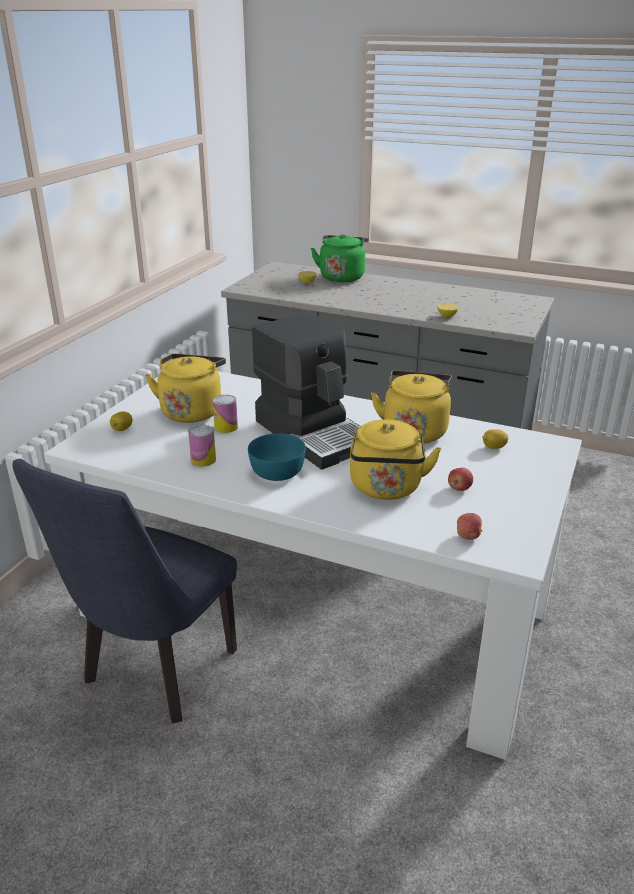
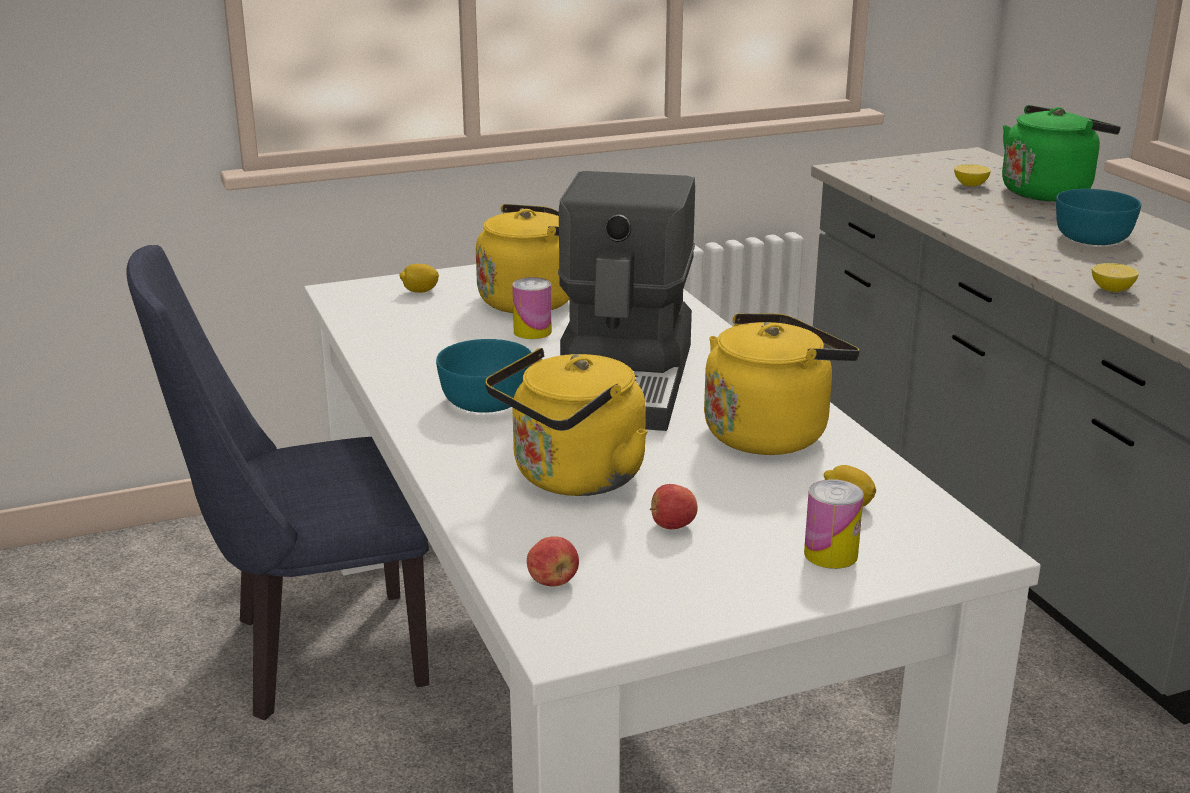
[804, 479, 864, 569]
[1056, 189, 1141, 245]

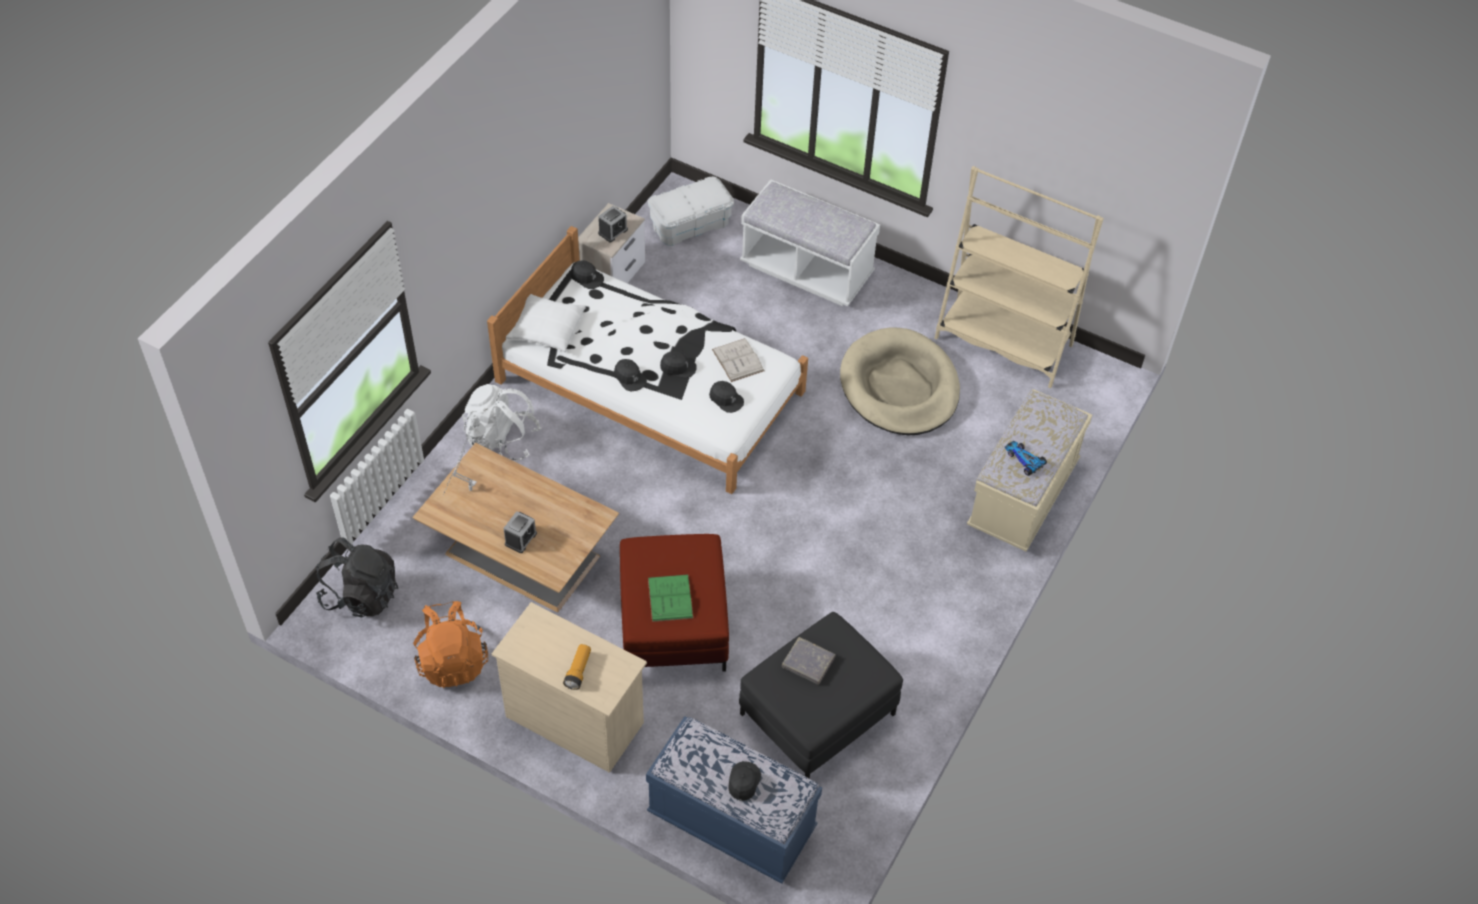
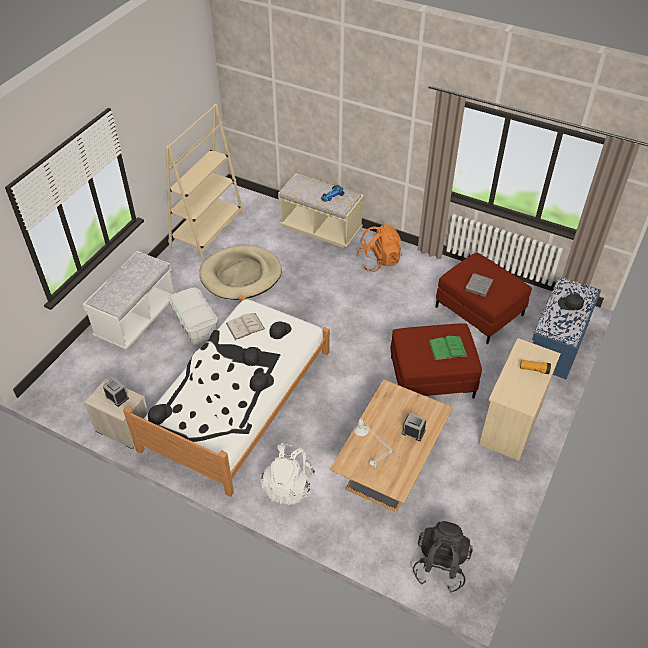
[169, 287, 218, 345]
[357, 224, 402, 272]
[435, 253, 532, 344]
[506, 294, 586, 352] (first image)

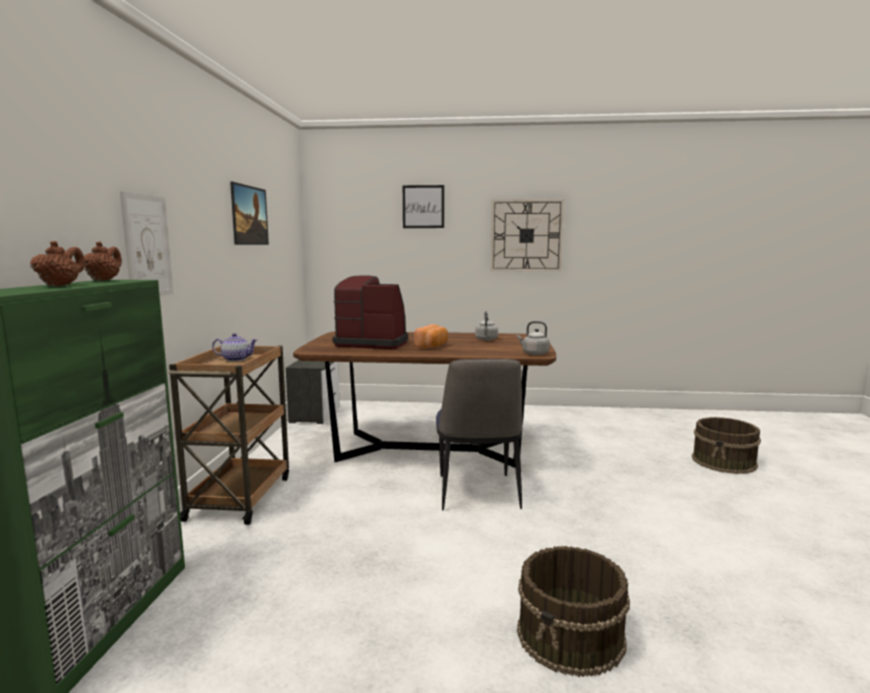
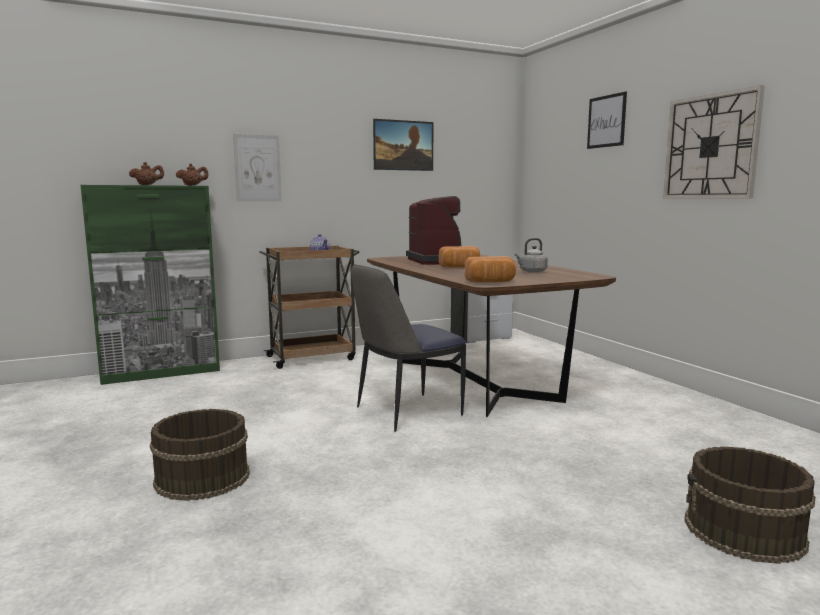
[465, 256, 516, 283]

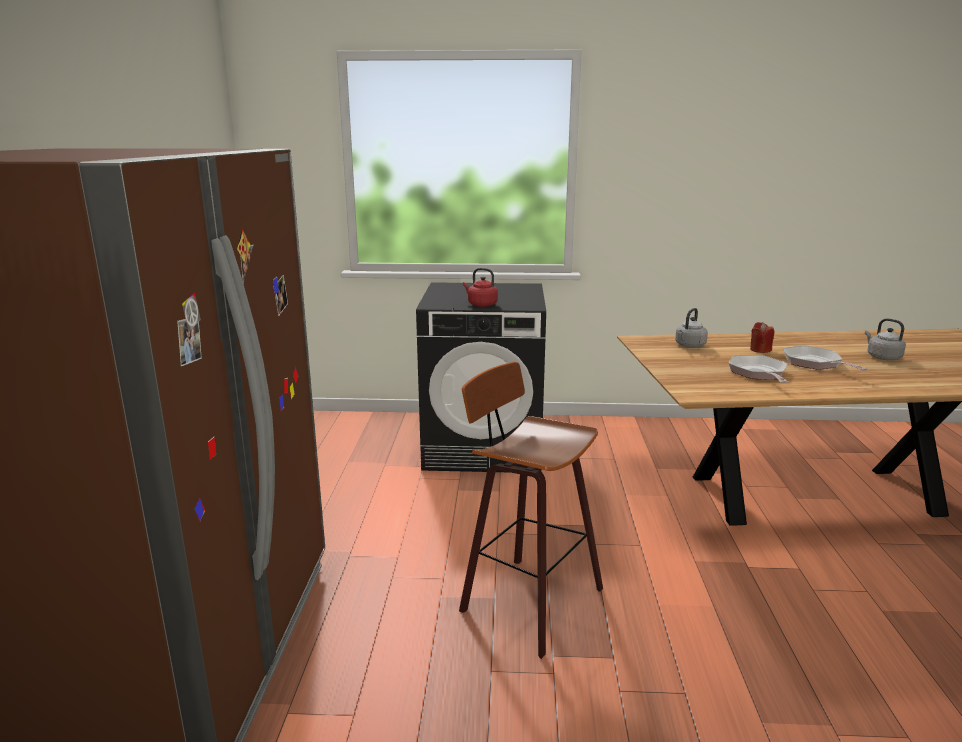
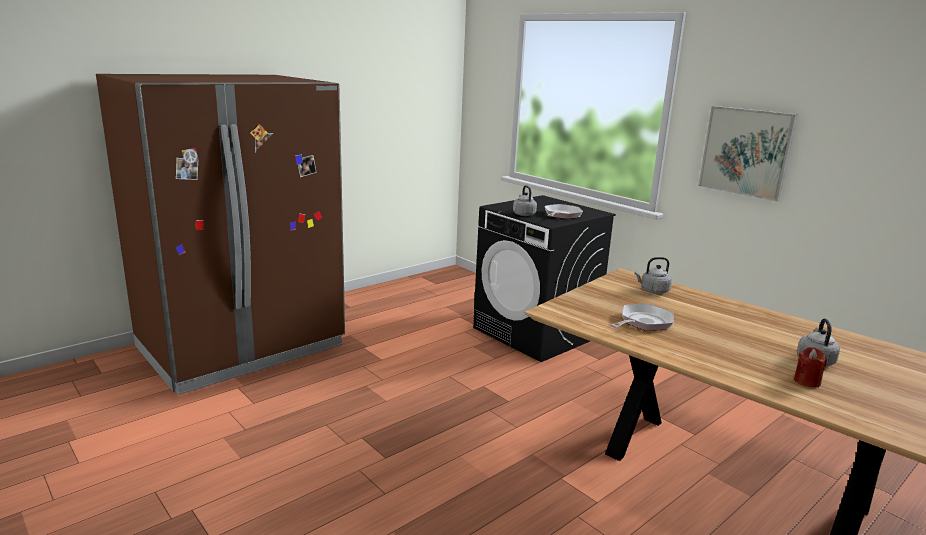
[513, 185, 537, 216]
[545, 204, 583, 219]
[698, 106, 798, 201]
[794, 347, 827, 388]
[459, 362, 603, 659] (first image)

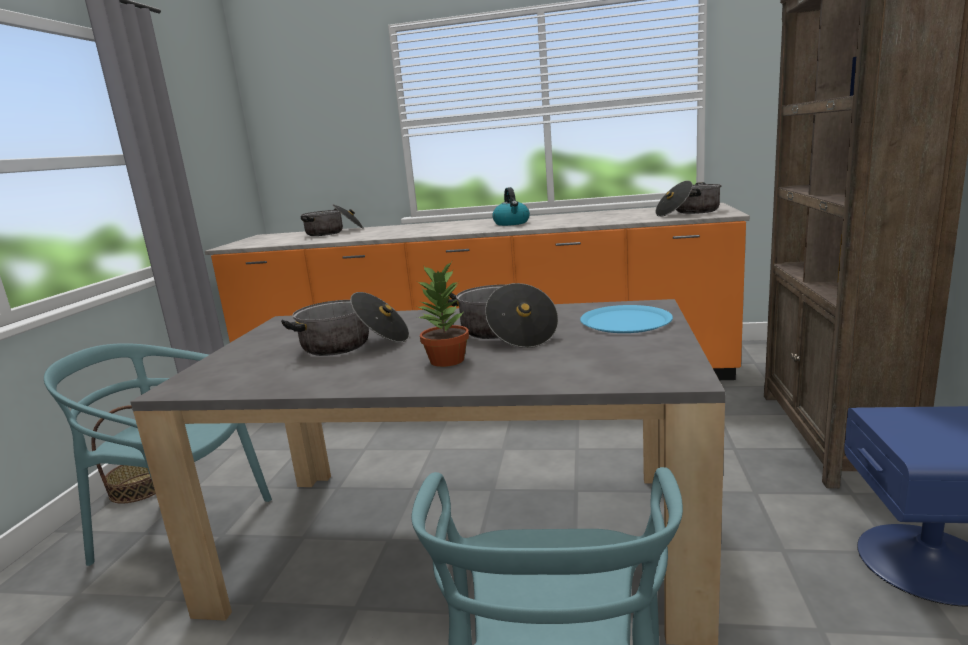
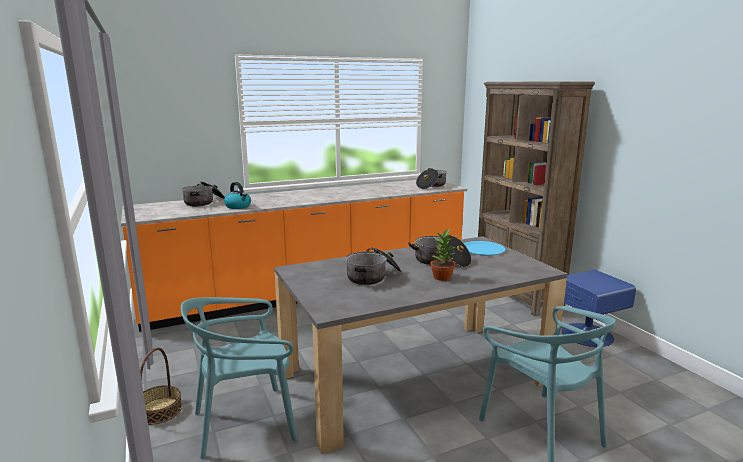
[224, 182, 251, 209]

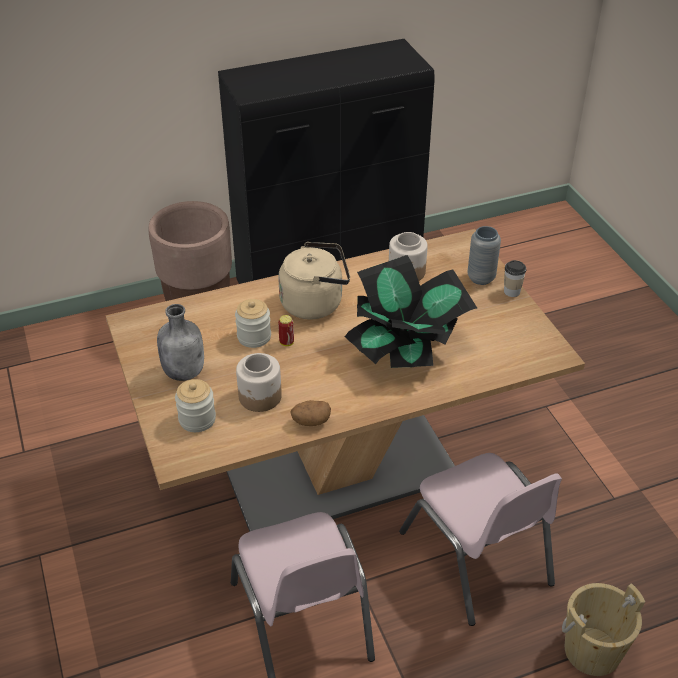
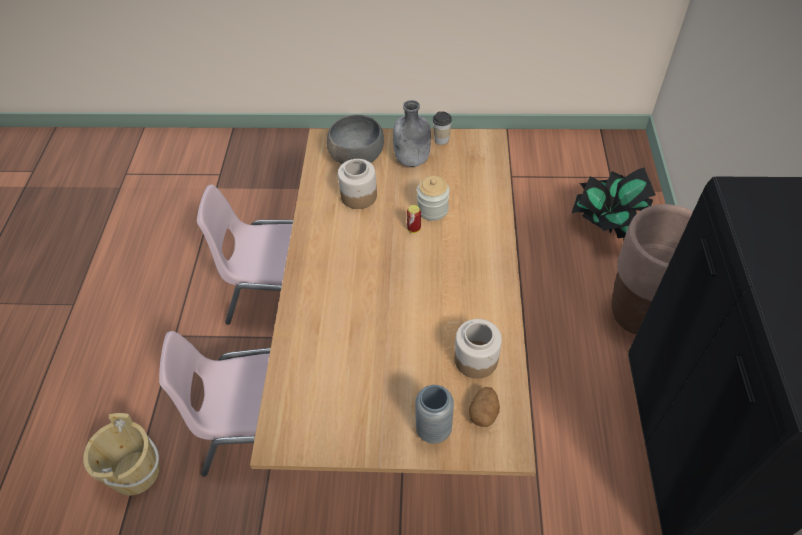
[326, 114, 384, 164]
[433, 111, 452, 145]
[469, 387, 500, 427]
[572, 168, 656, 238]
[278, 242, 350, 319] (first image)

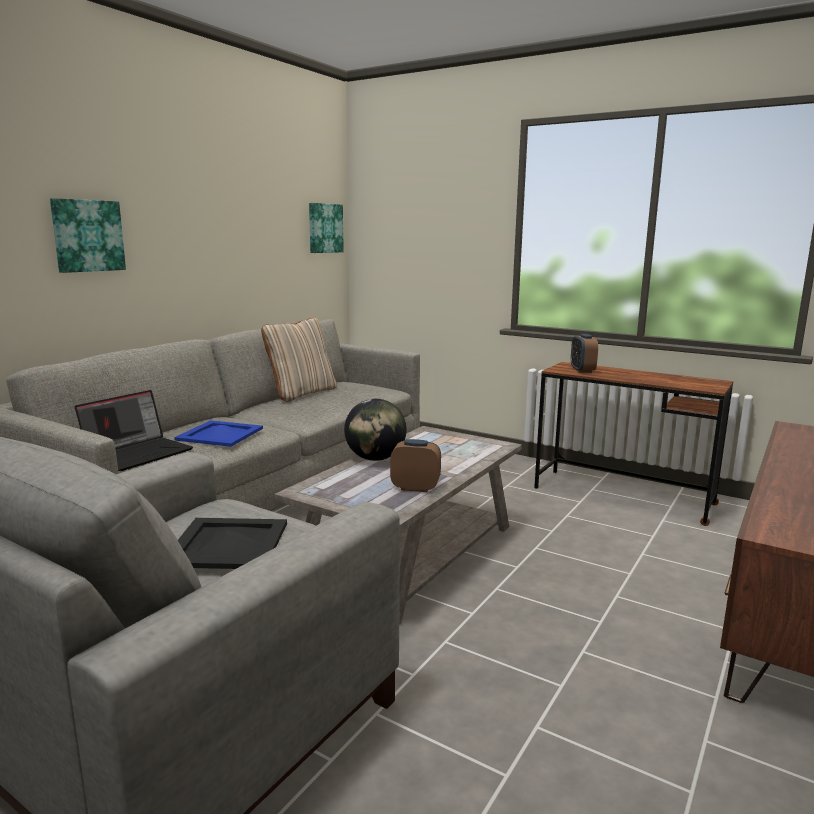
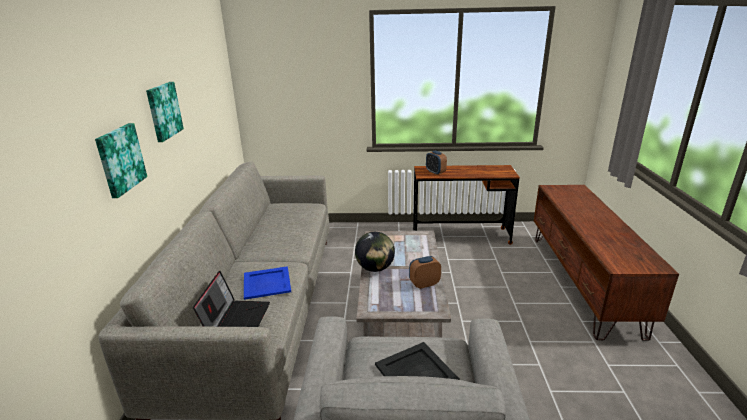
[146, 82, 184, 142]
[261, 318, 337, 402] (first image)

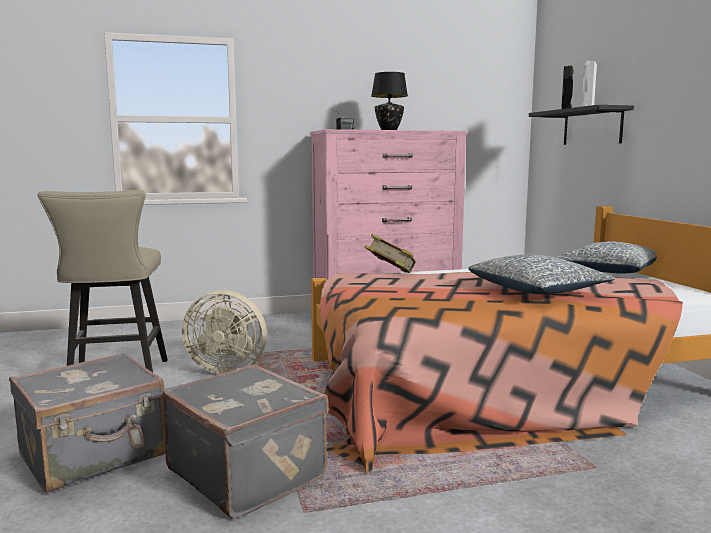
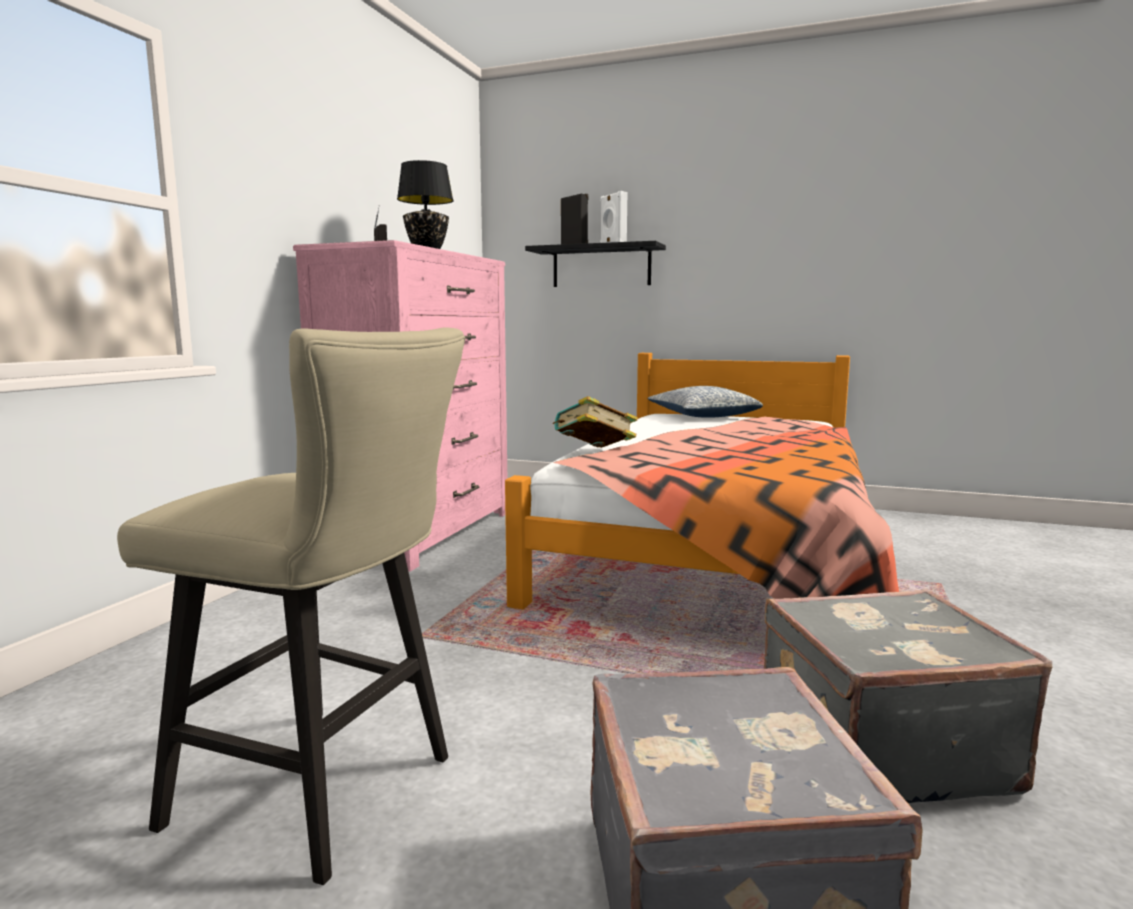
[182, 290, 267, 374] (first image)
[468, 254, 615, 294] (first image)

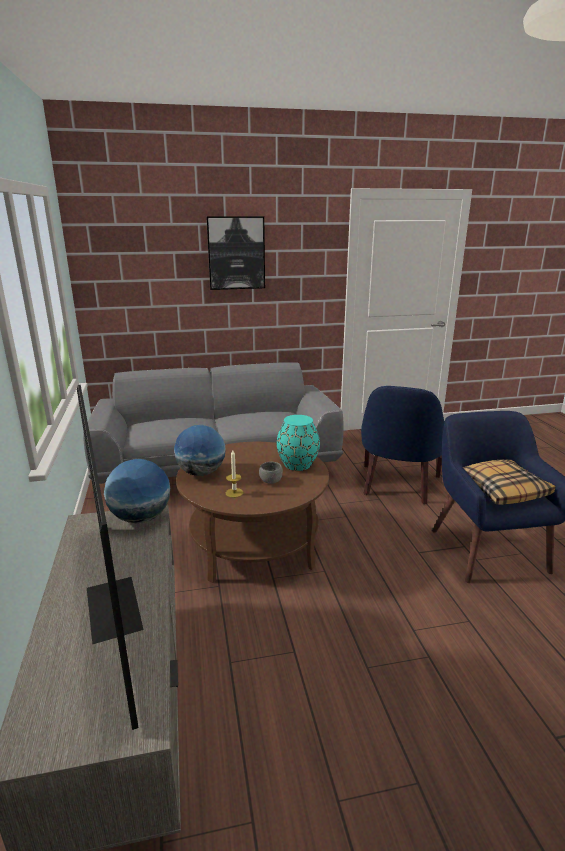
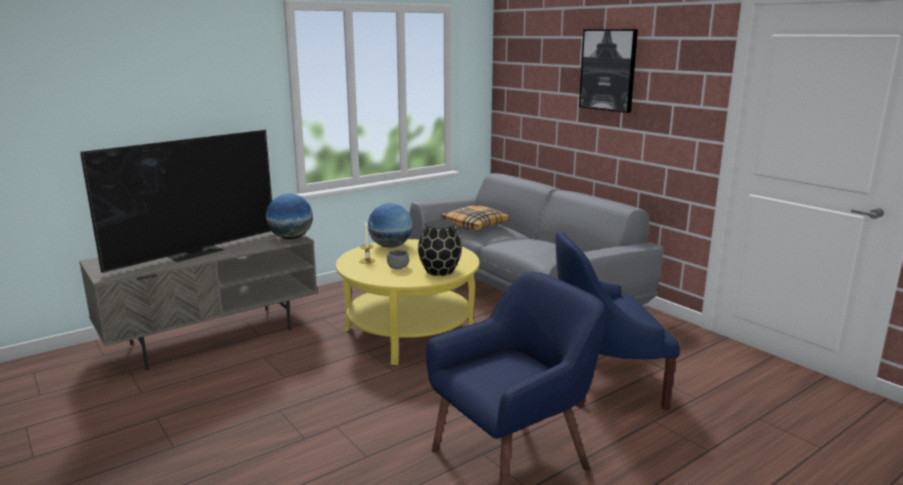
[336, 239, 479, 365]
[418, 220, 462, 276]
[441, 206, 510, 230]

